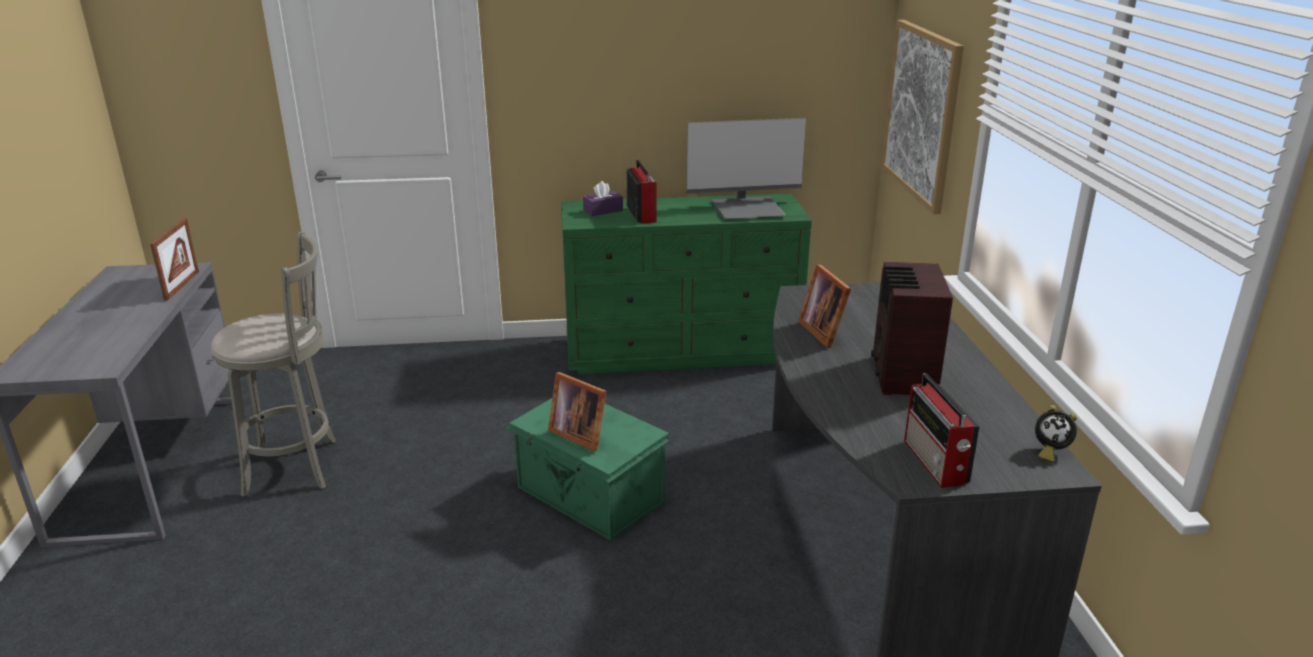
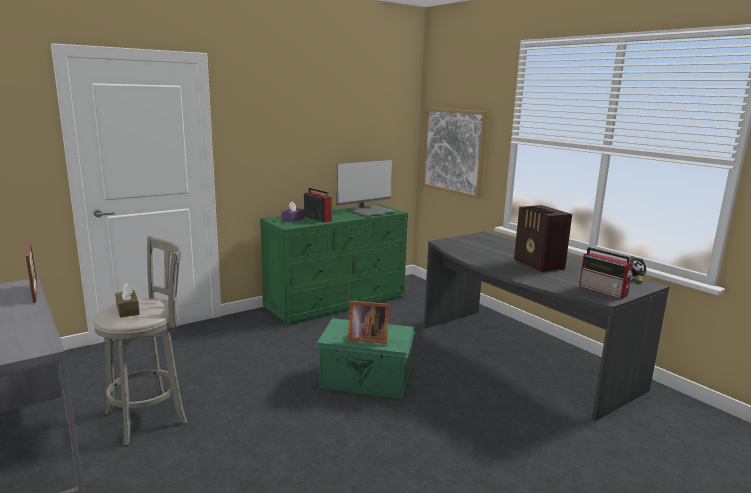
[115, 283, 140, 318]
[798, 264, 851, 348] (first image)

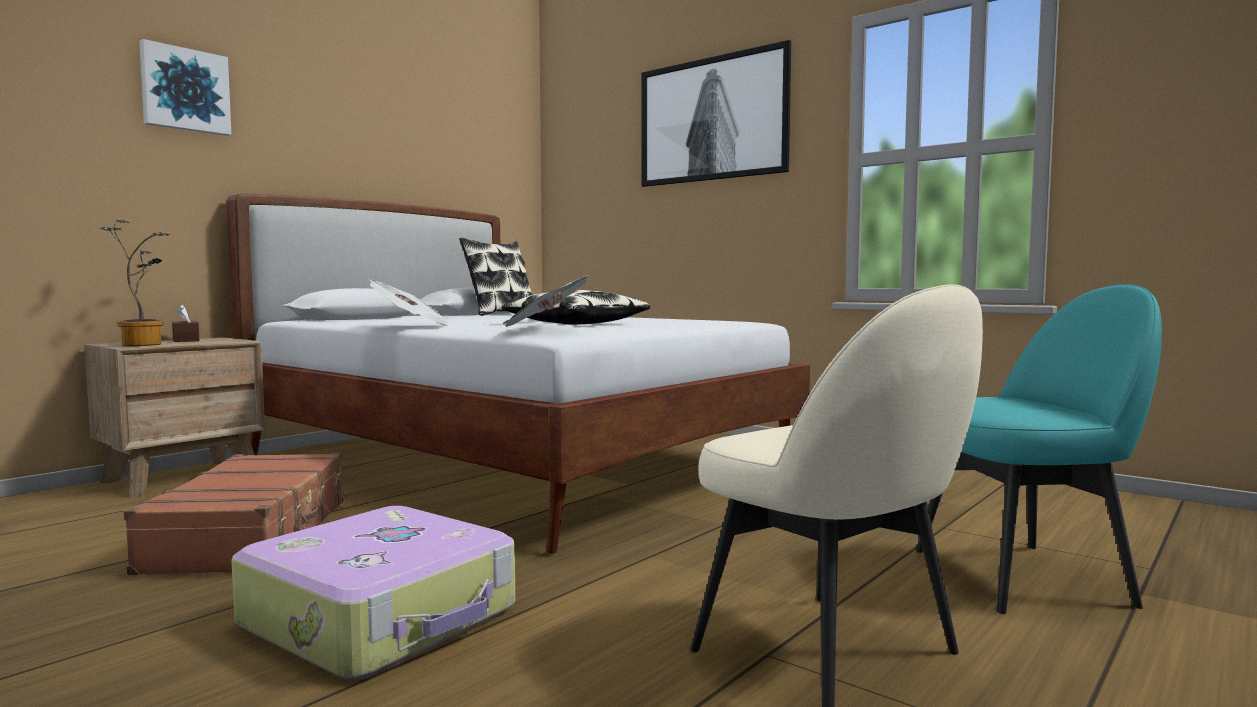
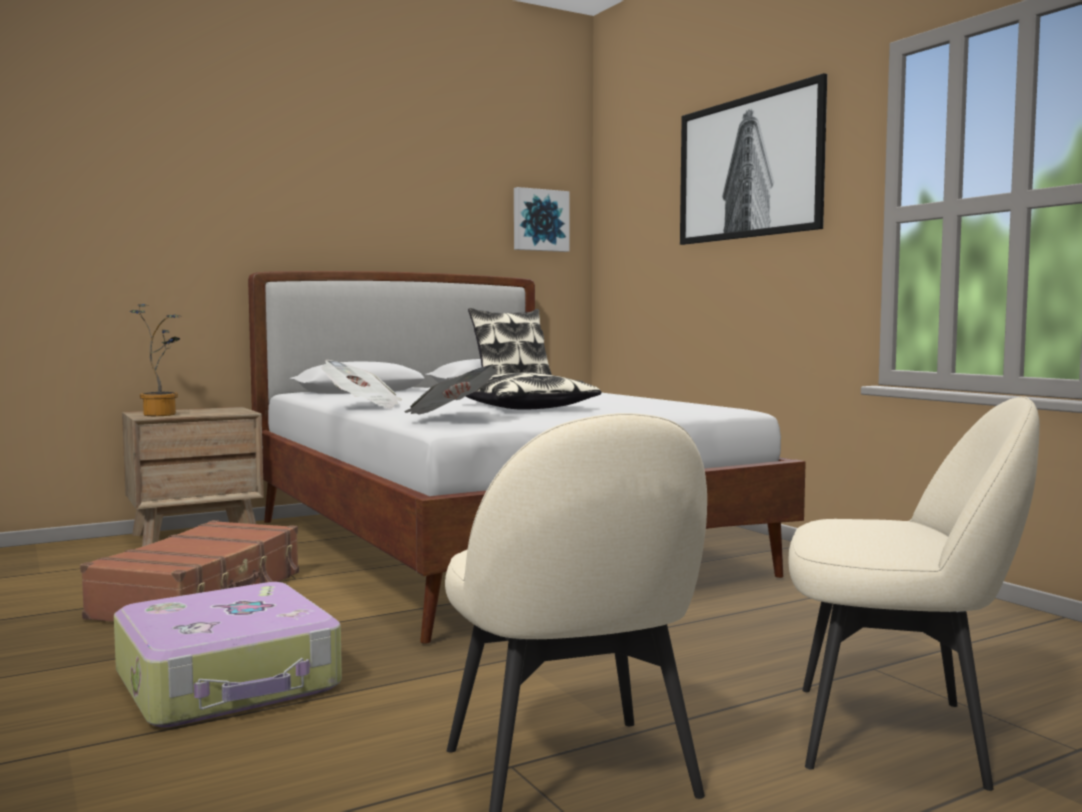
[514, 187, 570, 252]
[789, 396, 1040, 791]
[172, 305, 200, 342] (first image)

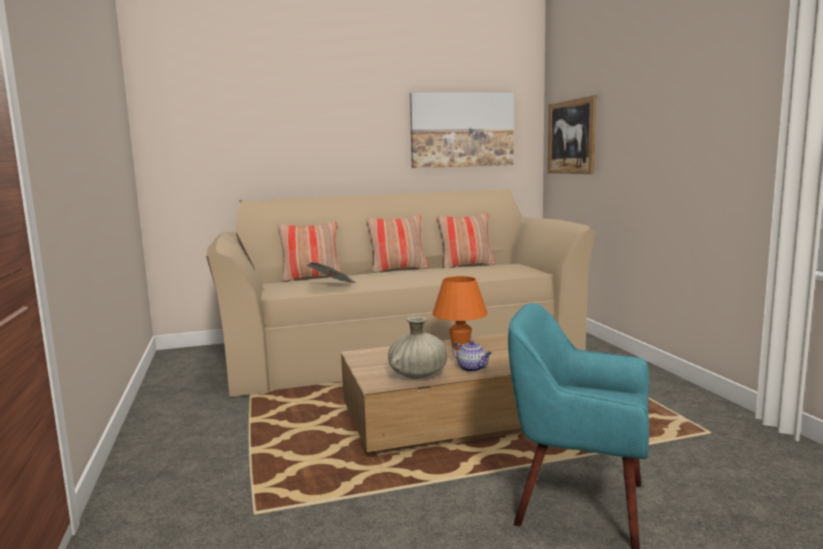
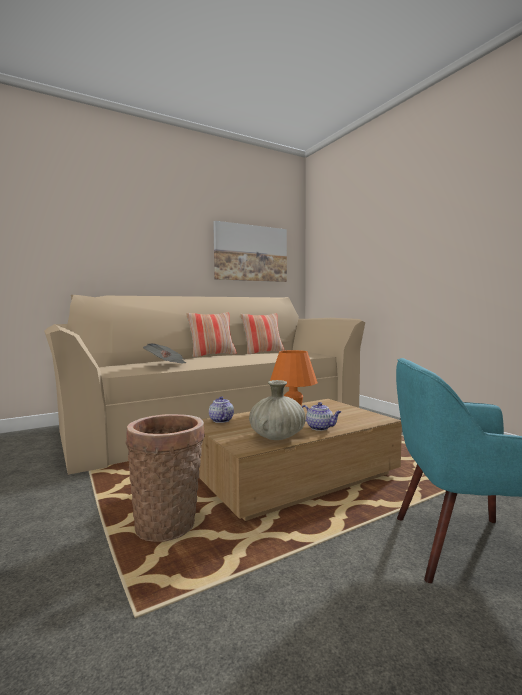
[125, 414, 205, 542]
[209, 396, 234, 423]
[278, 222, 342, 281] (first image)
[548, 95, 596, 174] (first image)

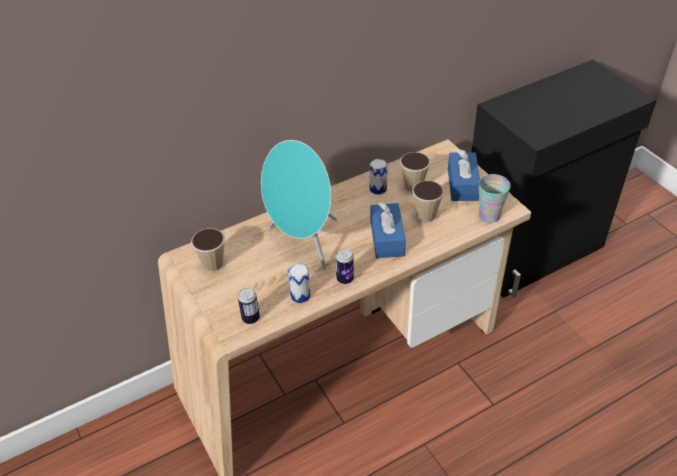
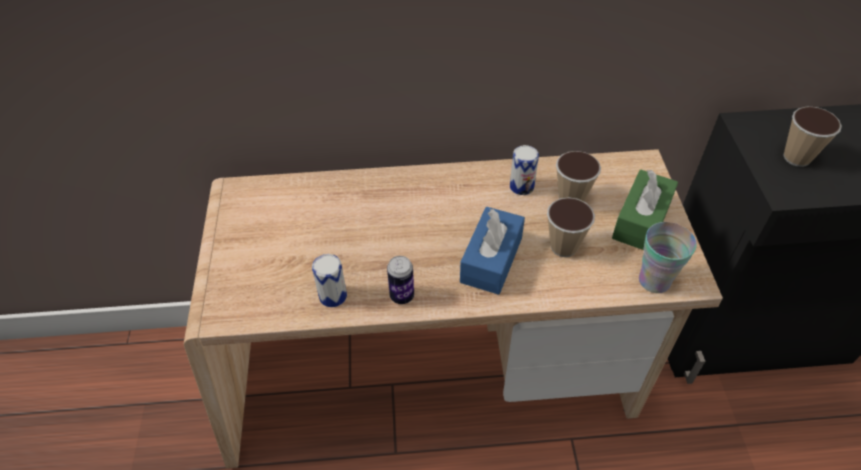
[612, 170, 678, 250]
[783, 107, 842, 167]
[238, 288, 260, 324] (first image)
[261, 140, 337, 269] (first image)

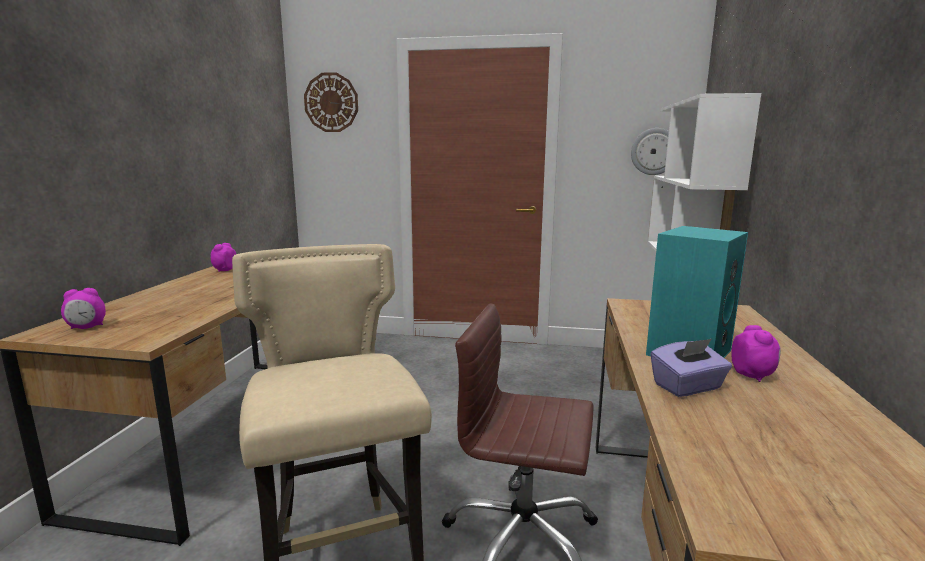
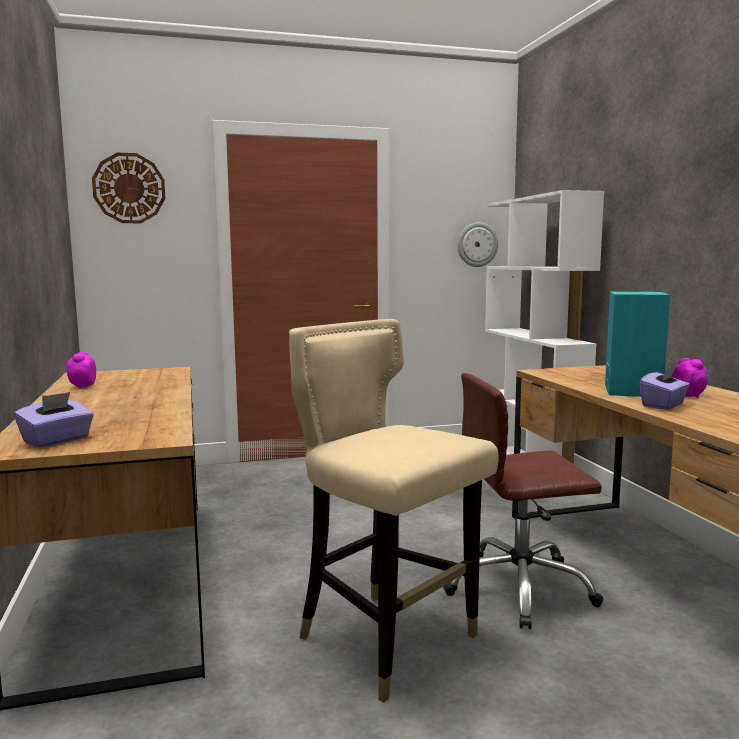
[14, 392, 94, 448]

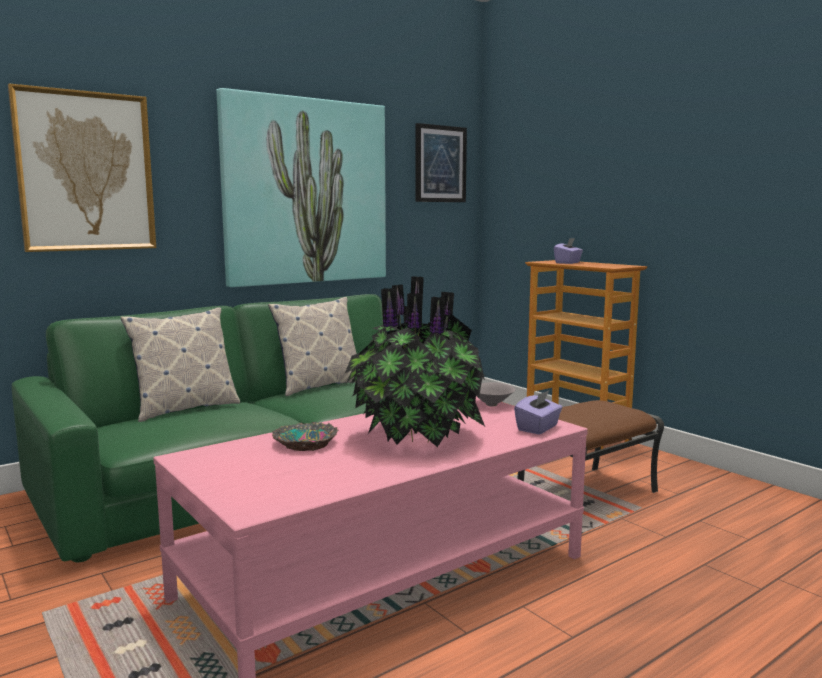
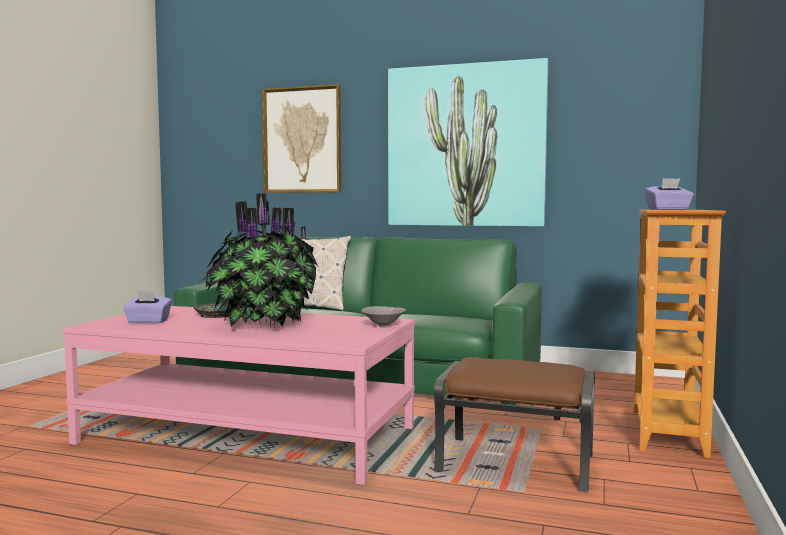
[123, 291, 172, 323]
[268, 297, 357, 396] (first image)
[415, 123, 467, 202] (first image)

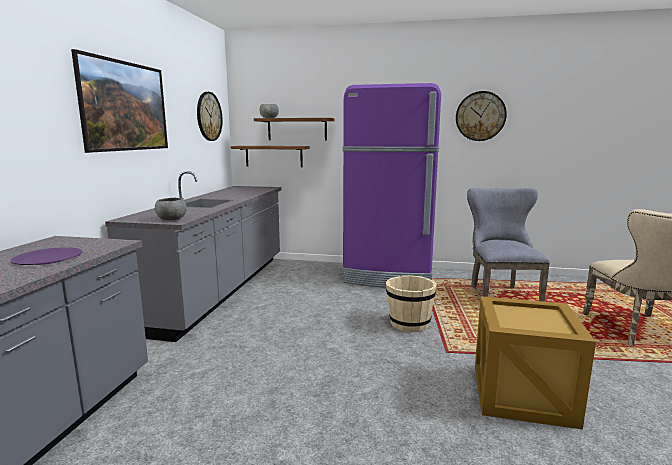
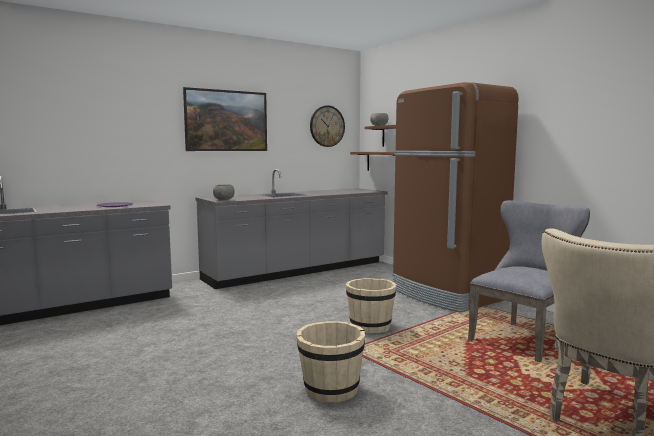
[296, 321, 365, 403]
[392, 82, 519, 313]
[456, 91, 507, 141] (first image)

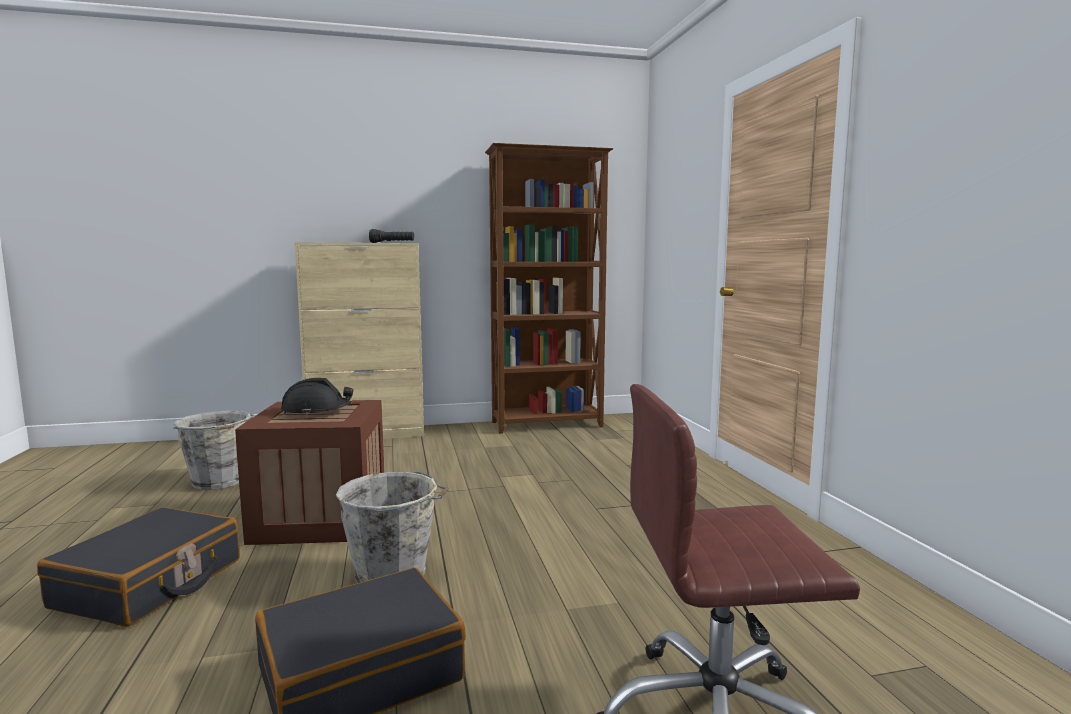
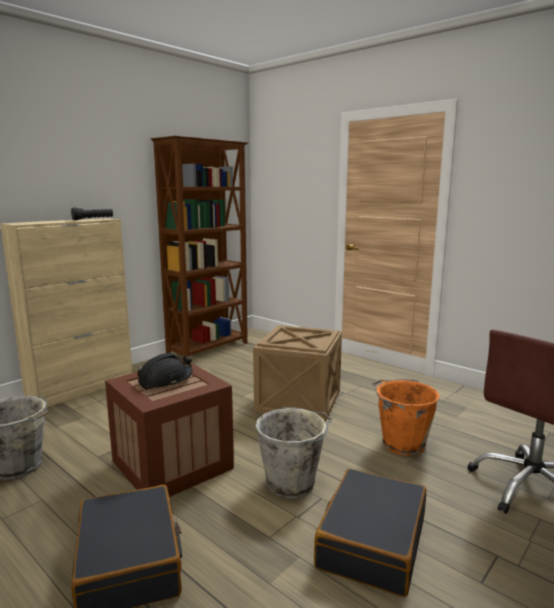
[253, 325, 342, 422]
[372, 379, 440, 456]

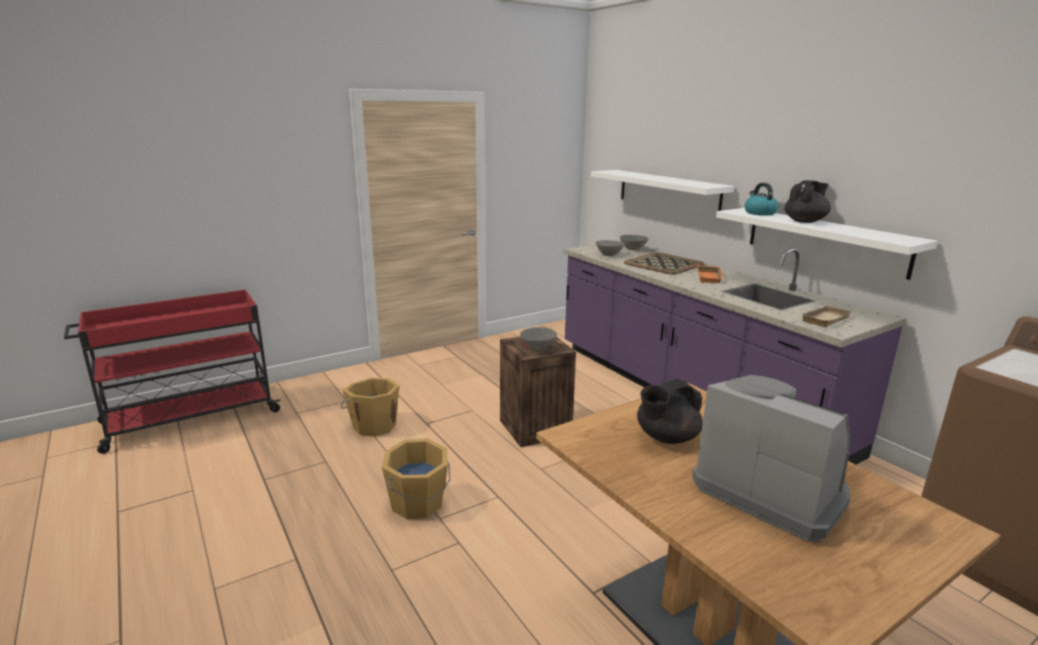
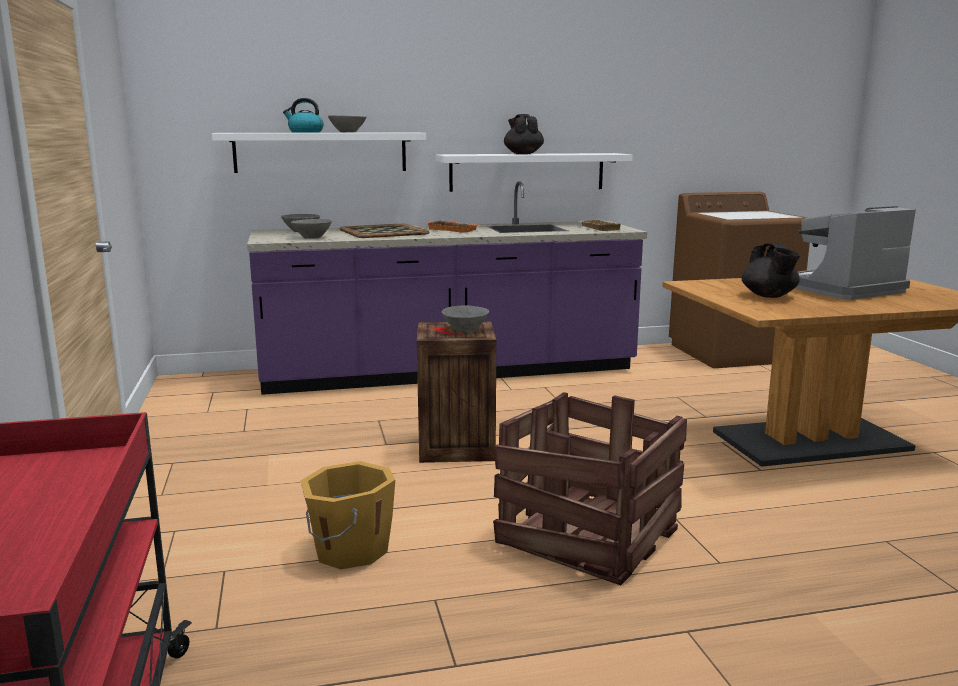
[283, 98, 324, 133]
[328, 115, 367, 132]
[493, 392, 687, 585]

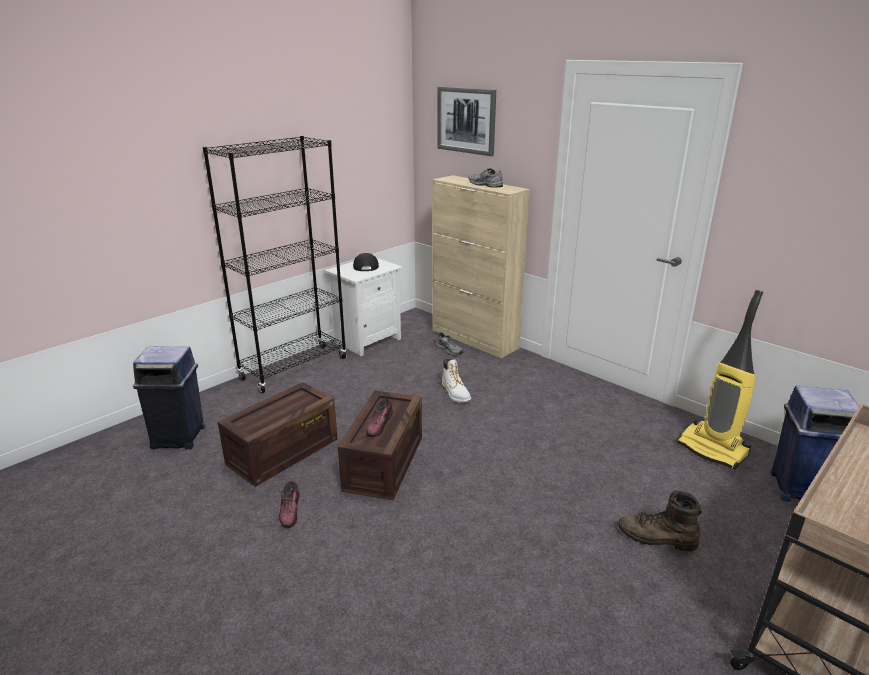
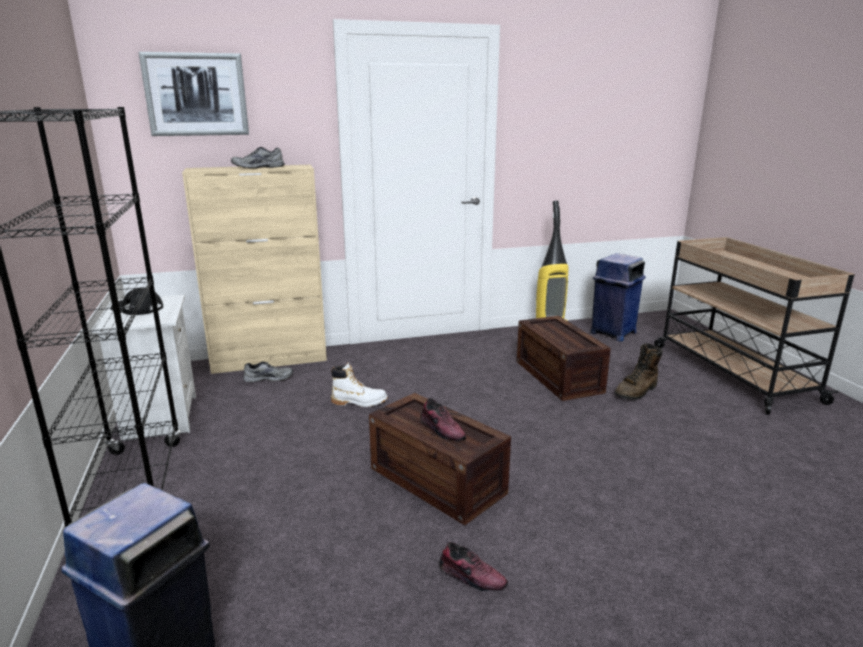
[517, 316, 611, 401]

